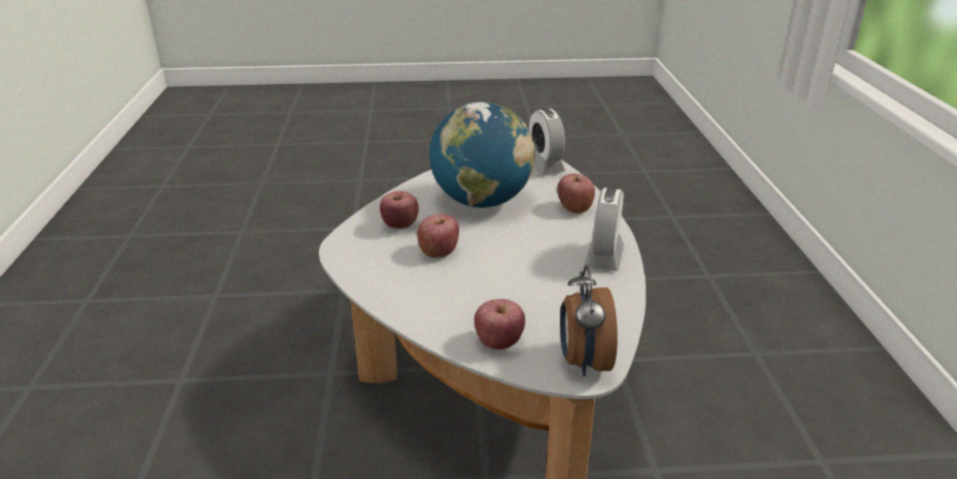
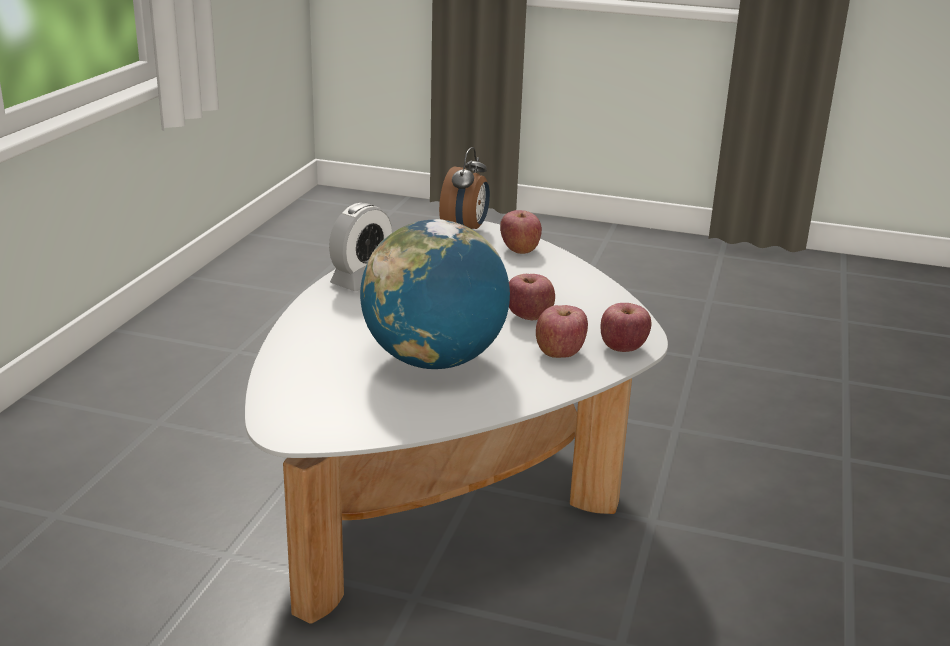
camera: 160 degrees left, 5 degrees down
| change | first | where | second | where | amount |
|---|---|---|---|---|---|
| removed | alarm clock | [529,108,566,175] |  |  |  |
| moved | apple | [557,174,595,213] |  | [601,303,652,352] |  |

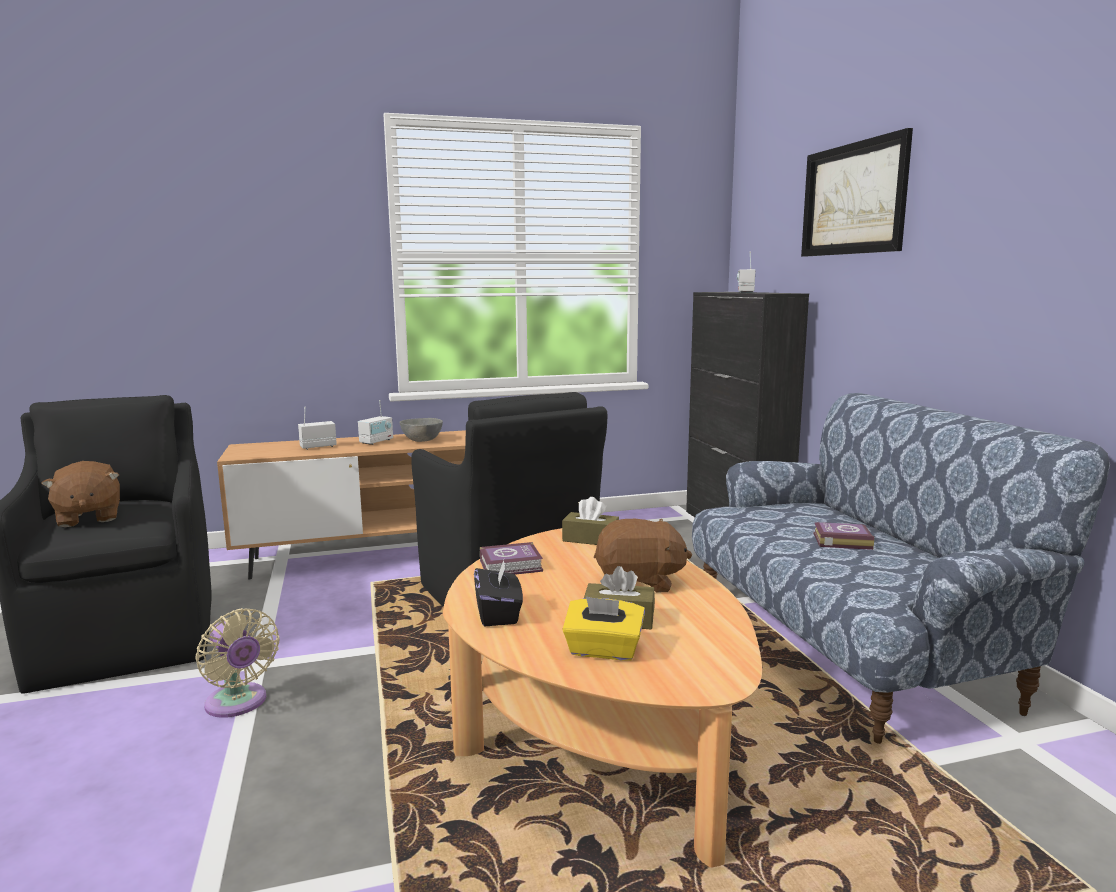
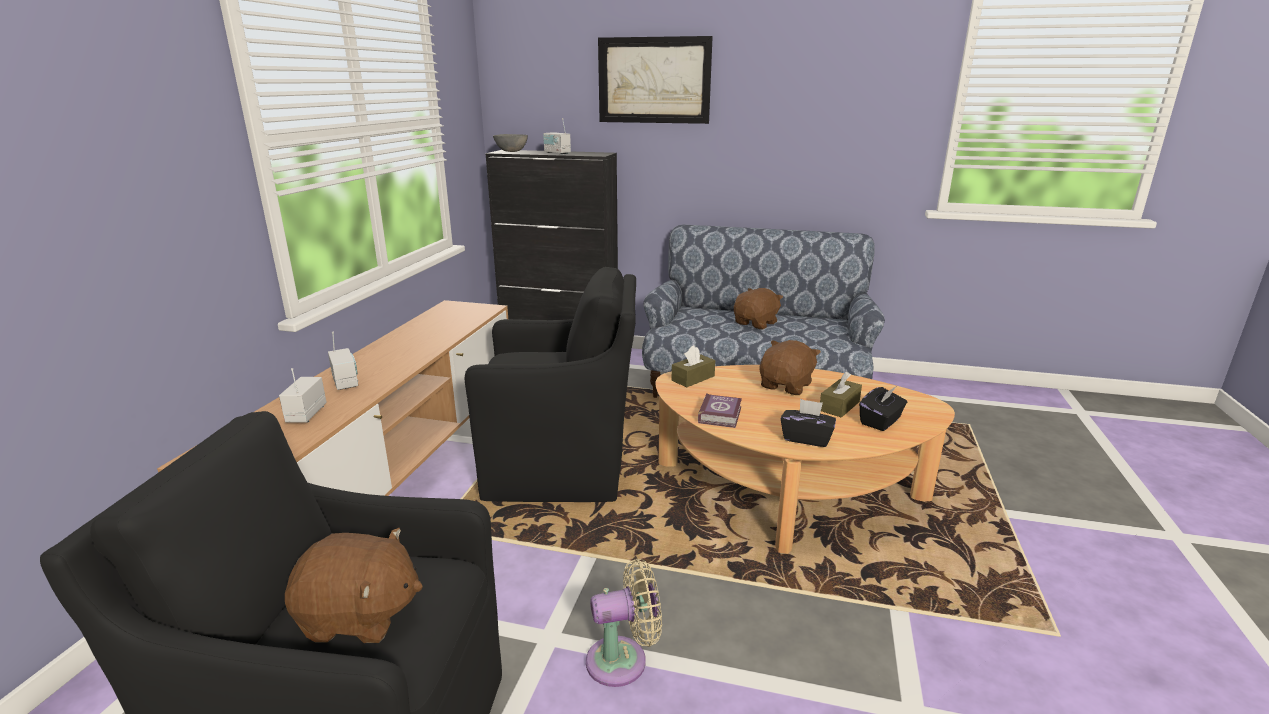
camera: 60 degrees left, 10 degrees up
| change | first | where | second | where | amount |
|---|---|---|---|---|---|
| moved | grey bowl | [400,418,443,442] |  | [493,134,528,152] |  |
| replaced | book | [813,522,874,550] | brown plush toy | [734,288,783,329] |  |
| recoloured | yellow tissue box | [562,596,645,661] | black tissue box | [859,387,907,431] |  |

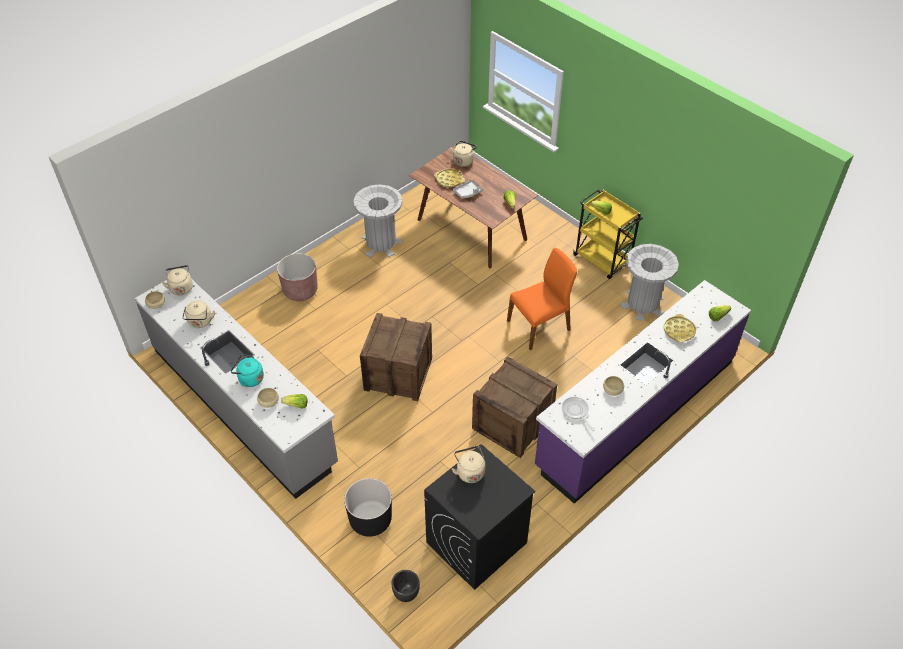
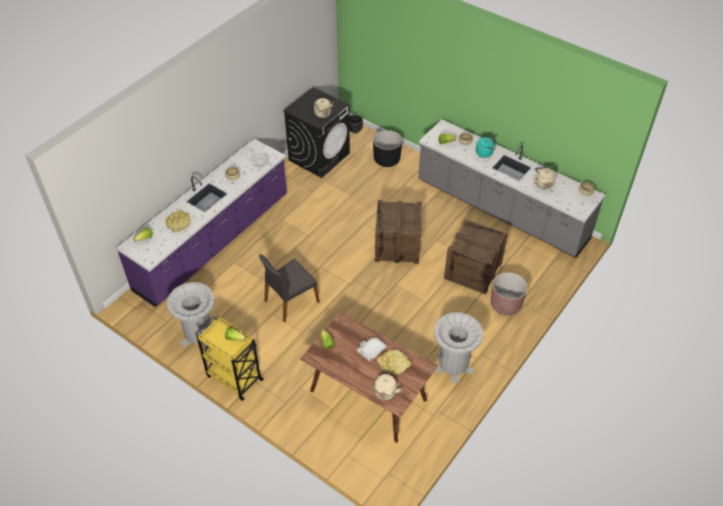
camera: 170 degrees right, 0 degrees up
| change | first | where | second | where | amount |
|---|---|---|---|---|---|
| recoloured | orange chair | [507,248,577,350] | grey chair | [259,254,320,322] |  |
| removed | beige kettle | [161,265,193,295] |  |  |  |
| moved | crate | [472,357,557,458] |  | [444,219,507,294] |  |

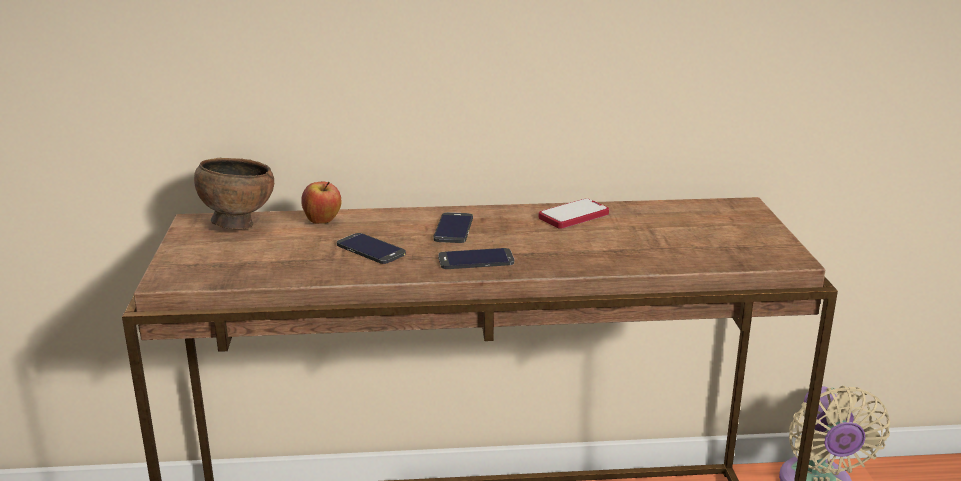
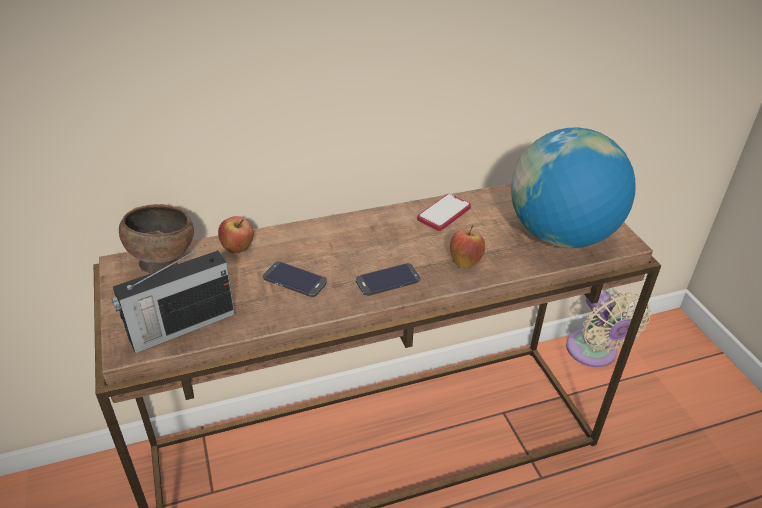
camera: 15 degrees left, 15 degrees up
| change | first | where | second | where | amount |
|---|---|---|---|---|---|
| removed | phone | [433,212,473,243] |  |  |  |
| added |  |  | globe | [511,128,636,248] |  |
| added |  |  | apple | [450,225,485,268] |  |
| added |  |  | radio | [111,245,235,353] |  |

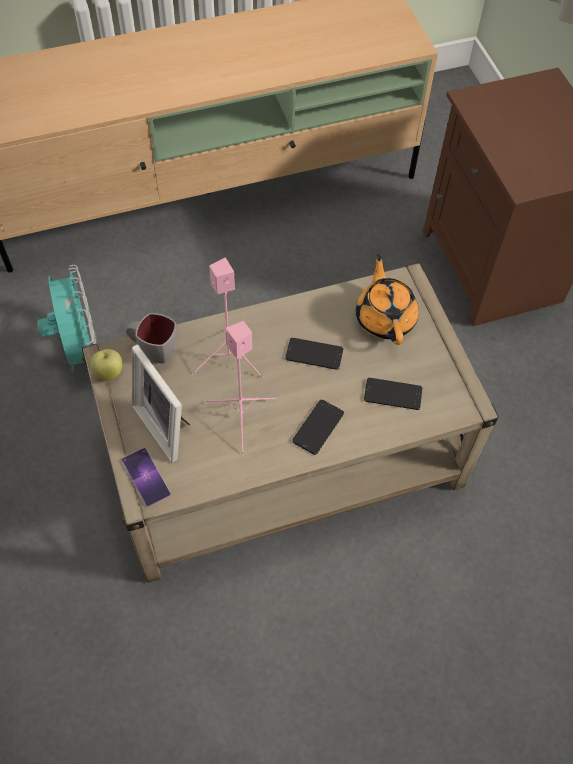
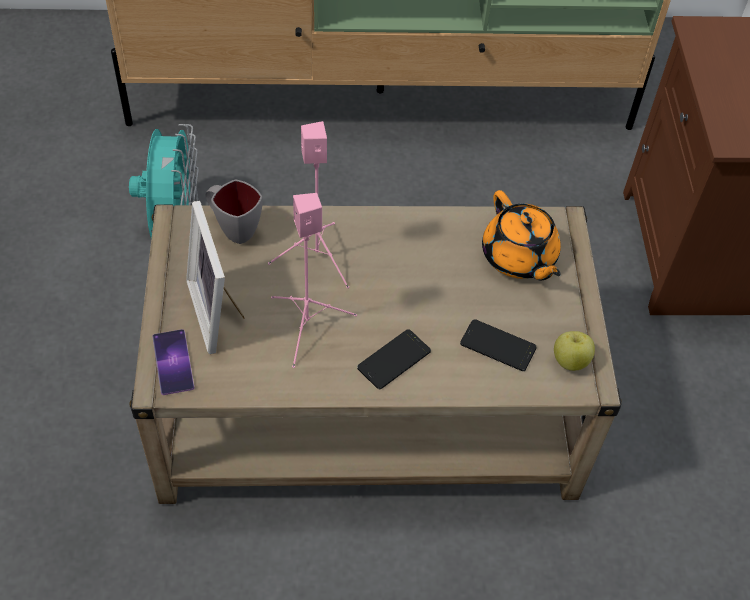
camera: 15 degrees right, 5 degrees down
| change | first | where | second | where | amount |
|---|---|---|---|---|---|
| turned | orange teapot | [356,254,419,345] |  | [482,190,561,280] | 150 degrees clockwise |
| removed | phone | [285,338,343,370] |  |  |  |
| moved | apple | [90,349,123,381] |  | [554,331,595,371] |  |

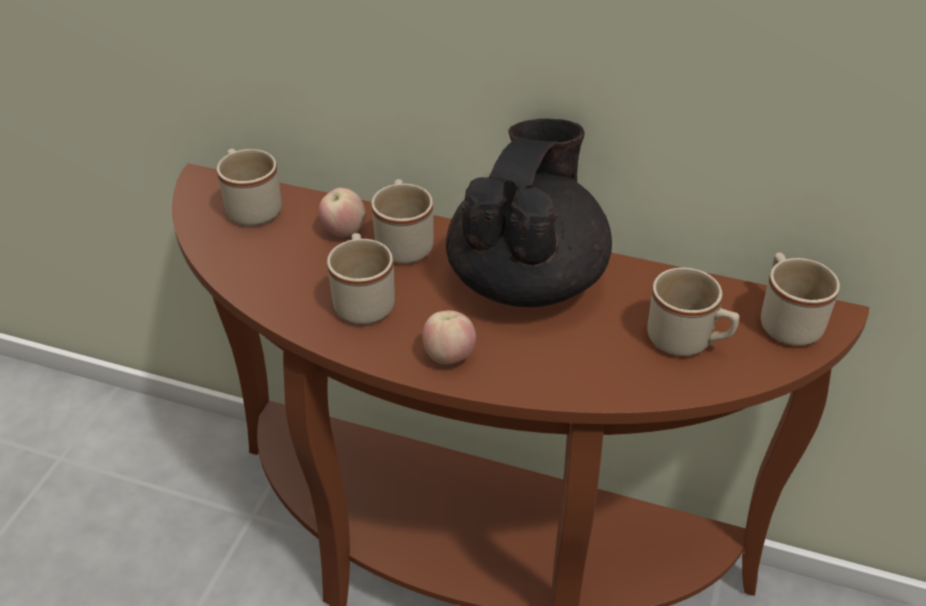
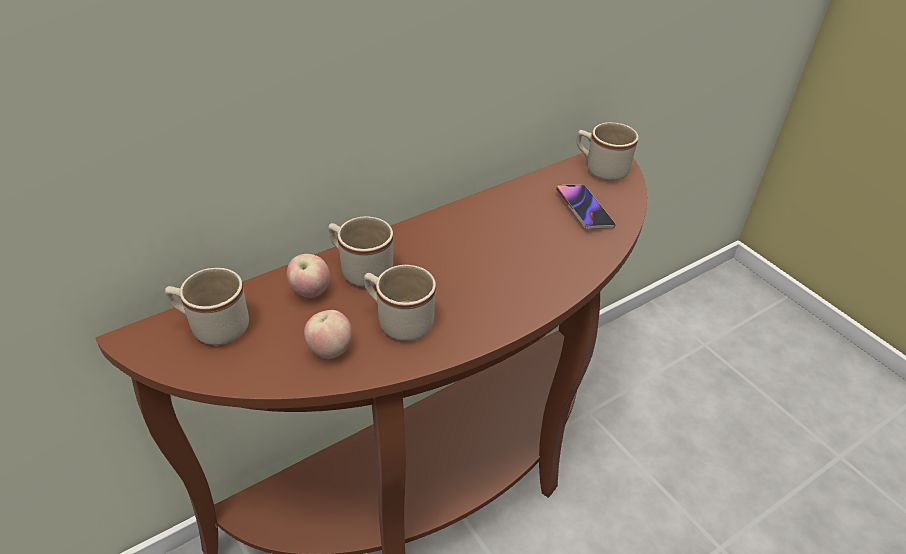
camera: 55 degrees left, 0 degrees up
| change | first | where | second | where | amount |
|---|---|---|---|---|---|
| removed | black teapot | [446,119,612,307] |  |  |  |
| replaced | beige mug | [647,268,739,356] | phone | [556,185,616,229] |  |
| moved | apple | [422,310,476,365] |  | [304,310,352,359] |  |

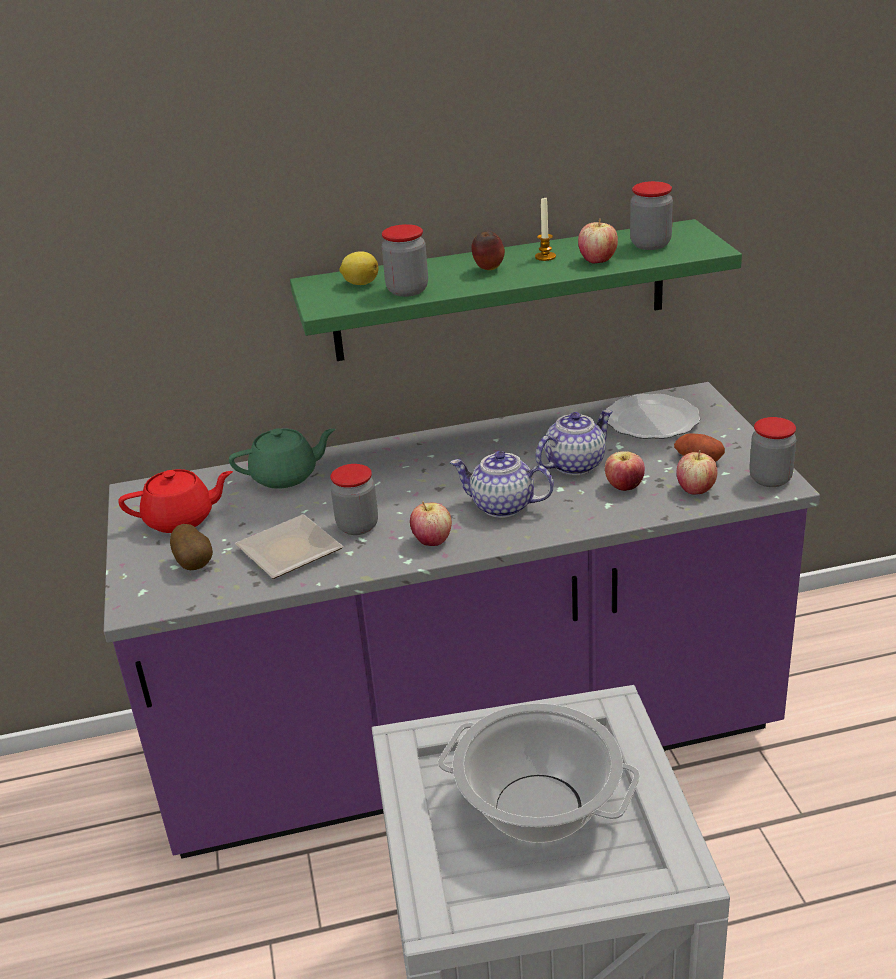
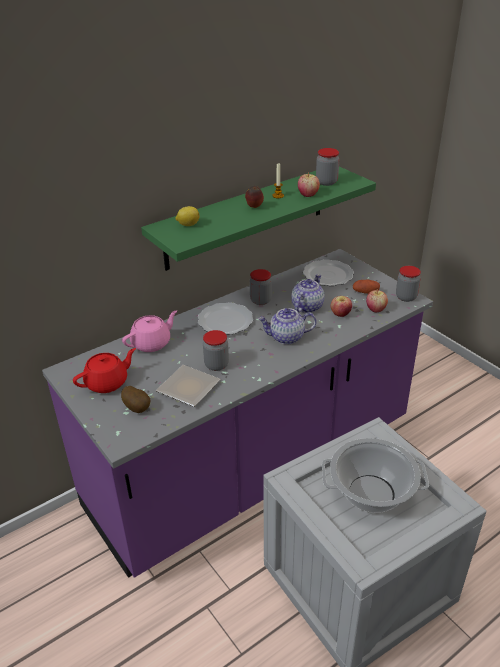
camera: 25 degrees left, 5 degrees up
| change | first | where | second | where | amount |
|---|---|---|---|---|---|
| moved | jar | [381,224,428,297] |  | [250,269,272,305] |  |
| recoloured | green teapot | [229,428,335,489] | pink teapot | [122,310,177,352] |  |
| removed | apple | [410,502,452,546] |  |  |  |
| added |  |  | plate | [198,302,253,335] |  |

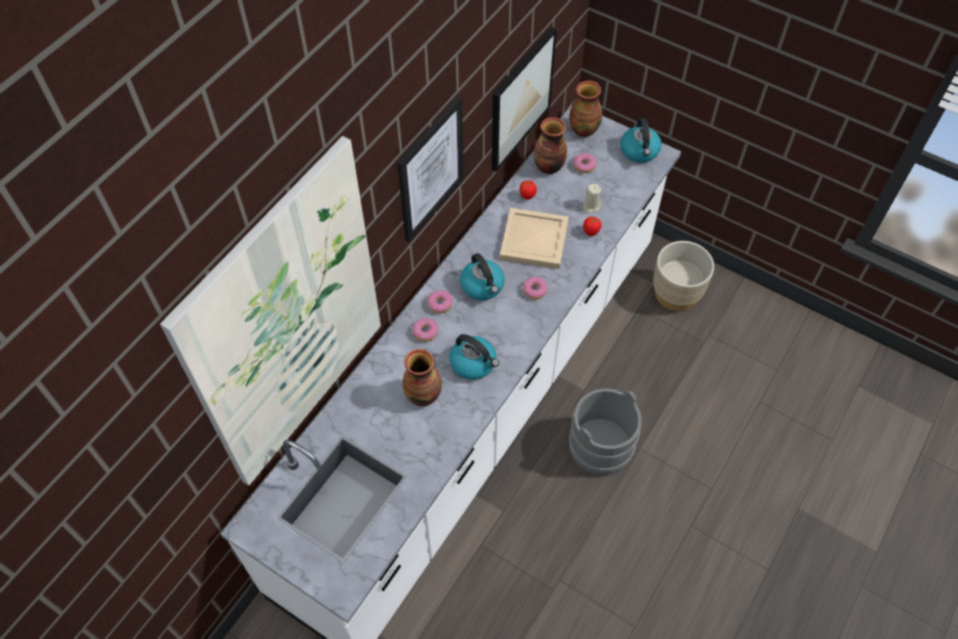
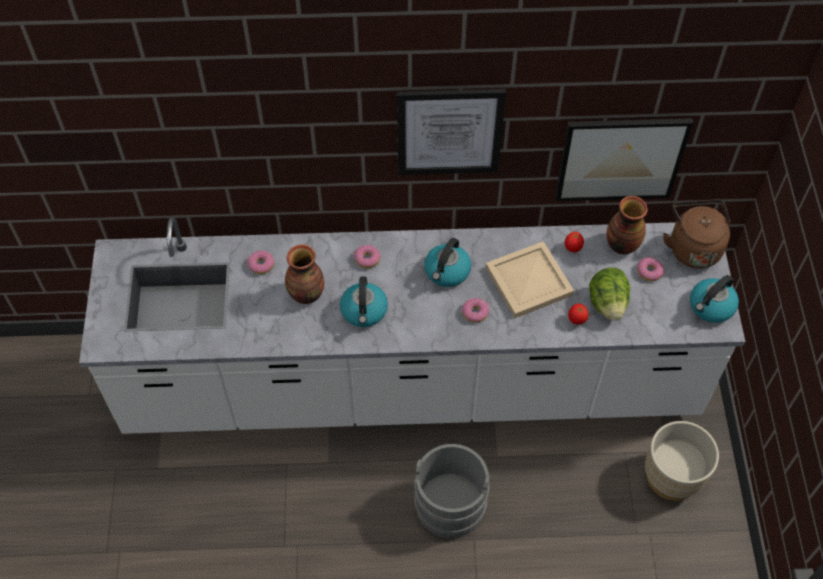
camera: 55 degrees right, 0 degrees up
| change | first | where | second | where | amount |
|---|---|---|---|---|---|
| replaced | vase | [569,81,602,137] | brown kettle | [663,200,730,269] |  |
| removed | picture | [160,136,381,486] |  |  |  |
| replaced | beige candle | [583,184,602,213] | lettuce | [589,268,630,321] |  |
| moved | donut | [427,290,453,313] |  | [247,251,275,274] |  |

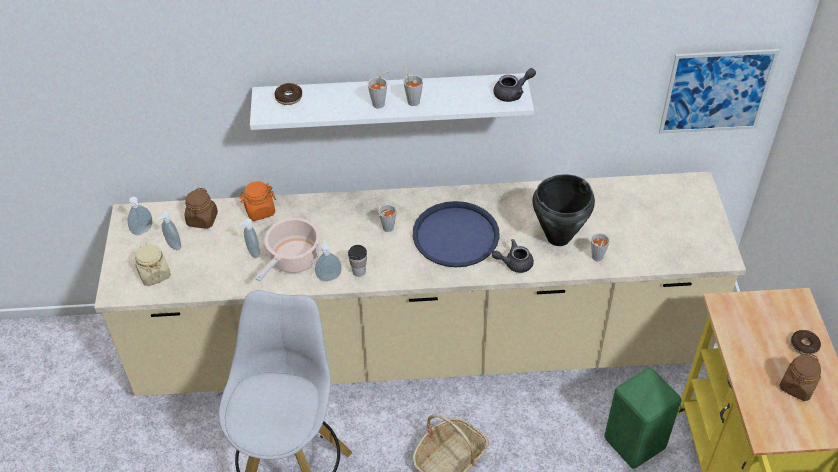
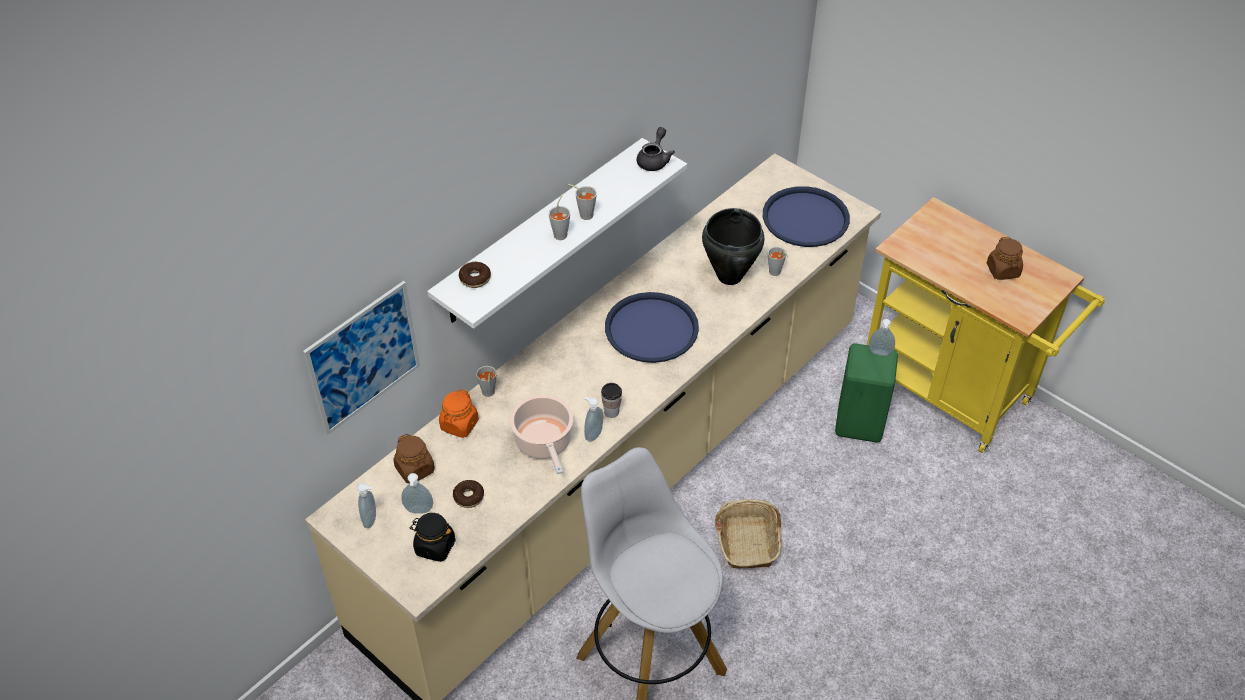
camera: 45 degrees left, 0 degrees up
| change | first | where | second | where | amount |
|---|---|---|---|---|---|
| moved | picture | [659,49,780,134] |  | [303,281,420,435] |  |
| moved | grey cup | [378,204,396,232] |  | [476,366,497,397] |  |
| moved | soap dispenser | [239,218,260,258] |  | [869,319,895,356] |  |
| removed | grey teapot | [492,239,534,273] |  |  |  |
| recoloured | beige jar | [135,243,171,286] | black jar | [410,513,456,562] |  |
| moved | donut | [791,330,821,355] |  | [453,480,484,508] |  |
| added |  |  | blue tray | [763,186,850,247] |  |

